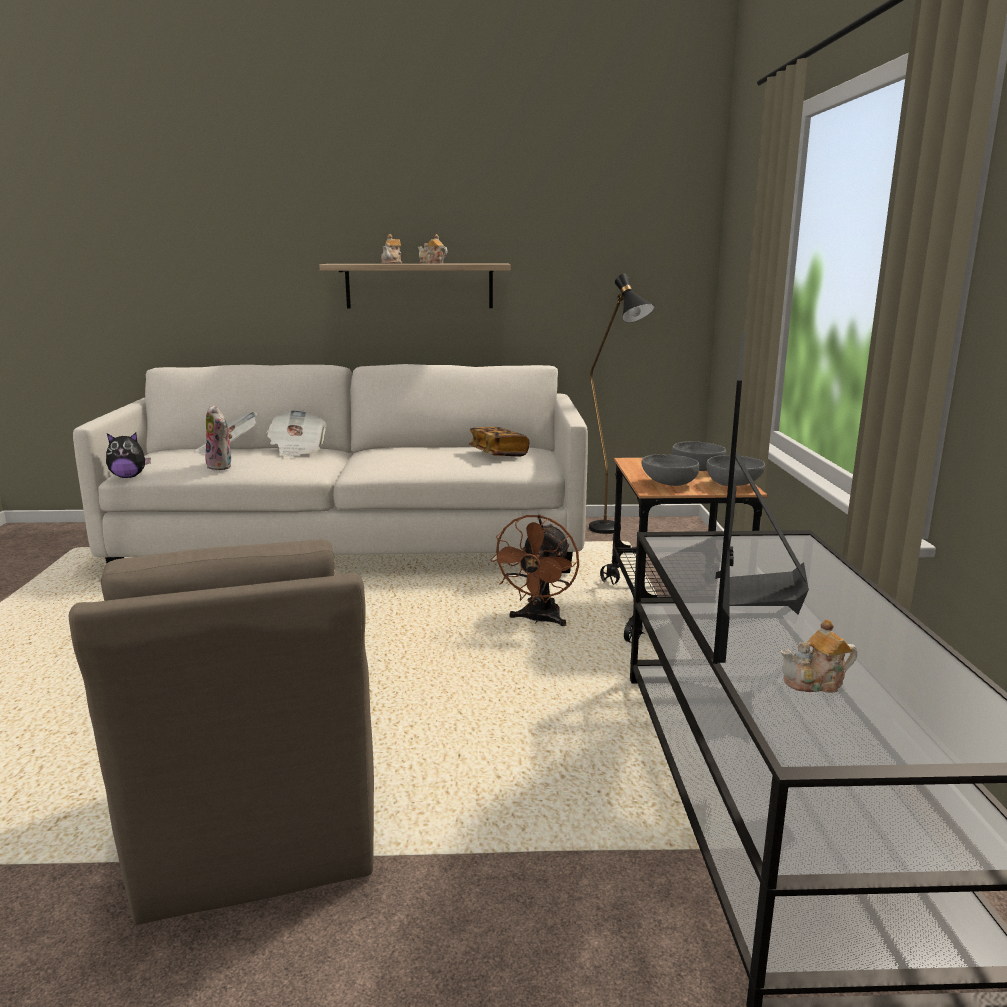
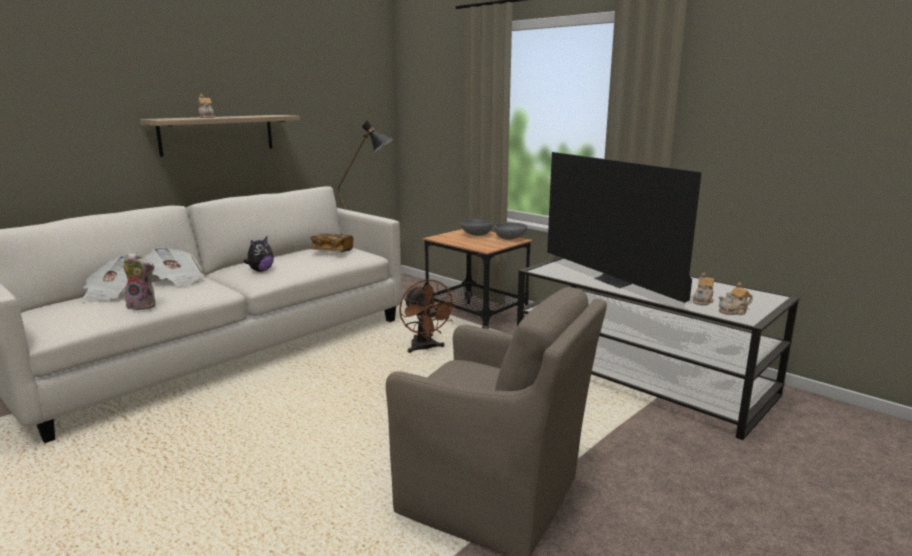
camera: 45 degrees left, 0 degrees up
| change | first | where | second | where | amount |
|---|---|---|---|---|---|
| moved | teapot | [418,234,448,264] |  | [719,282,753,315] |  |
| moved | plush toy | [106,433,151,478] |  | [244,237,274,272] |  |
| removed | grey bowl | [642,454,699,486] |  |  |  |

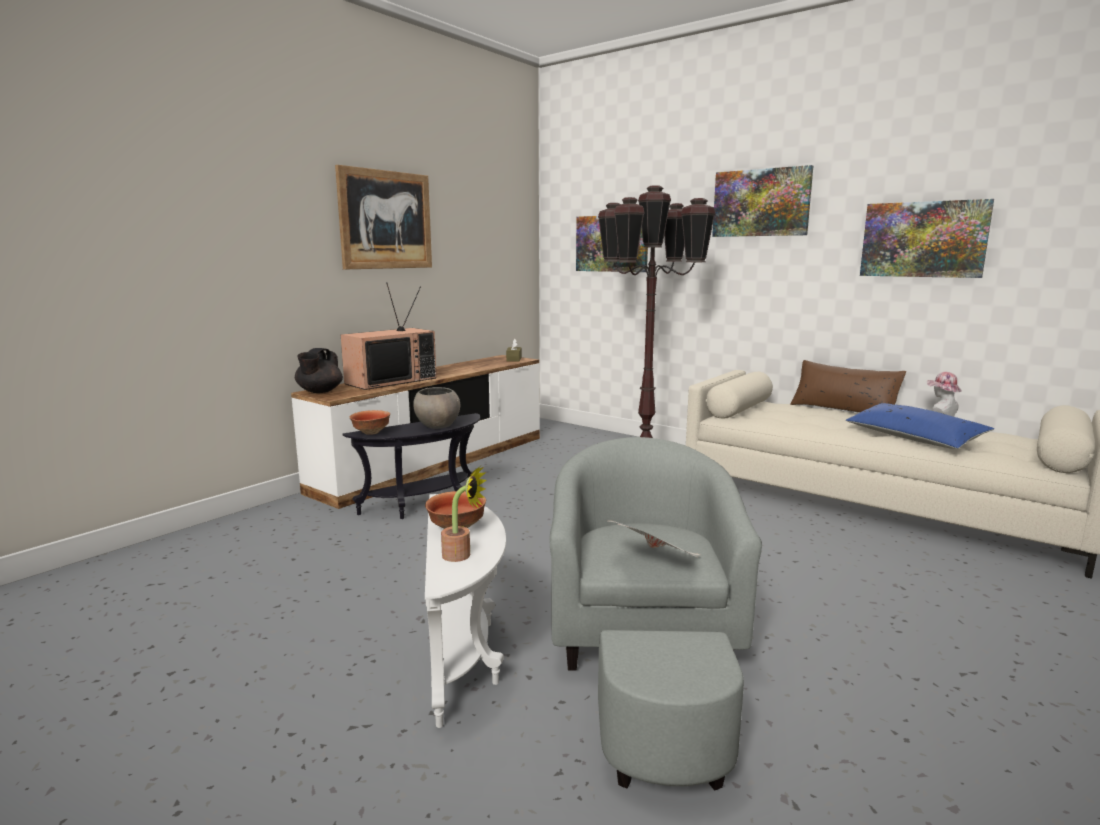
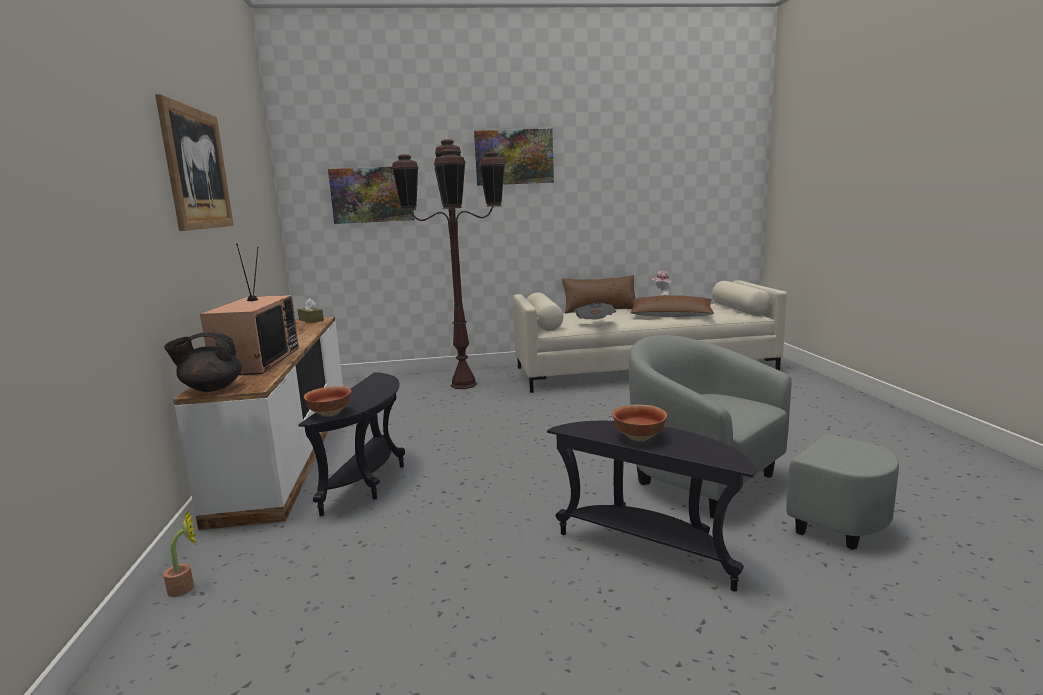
camera: 45 degrees left, 0 degrees up
| change | first | where | second | where | amount |
|---|---|---|---|---|---|
| removed | picture | [860,199,994,278] |  |  |  |
| turned | black teapot | [295,348,343,393] |  | [164,332,242,392] | 105 degrees clockwise |
| removed | grey bowl | [413,387,460,429] |  |  |  |
| recoloured | blue pillow | [846,403,994,449] | brown pillow | [631,295,714,317] |  |
| moved | potted plant | [441,466,487,562] |  | [163,509,198,597] |  |
| recoloured | white side table | [425,494,506,728] | black side table | [547,421,756,591] |  |
| moved | newspaper | [608,520,700,557] |  | [575,303,616,319] |  |

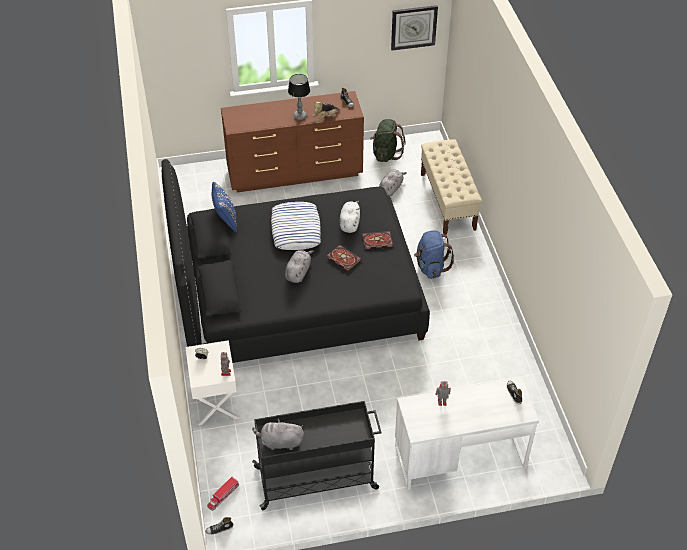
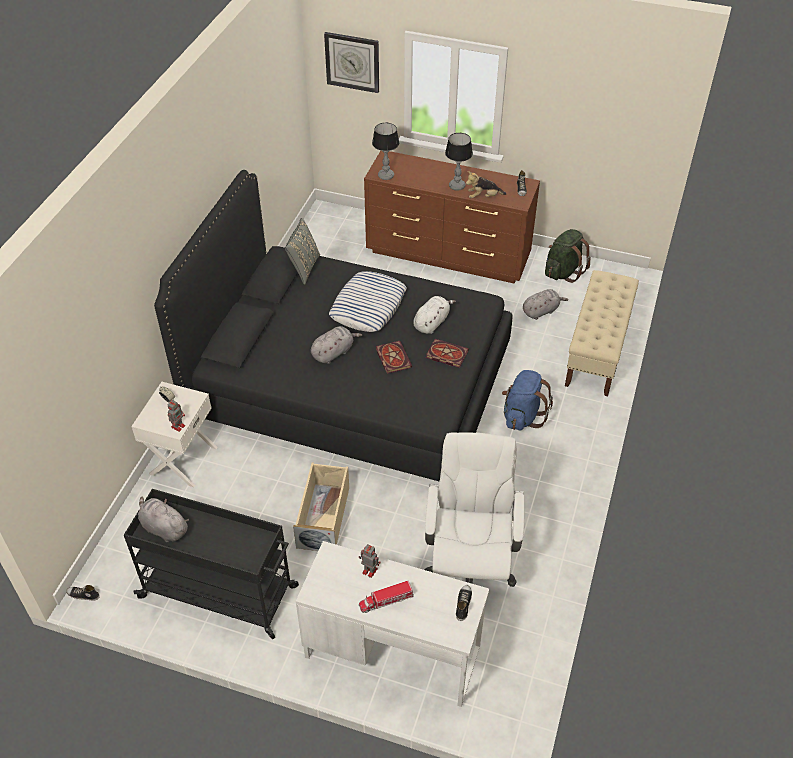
camera: 30 degrees right, 0 degrees up
| change | first | where | second | where | amount |
|---|---|---|---|---|---|
| moved | wall clock | [391,5,438,50] |  | [324,32,379,93] |  |
| recoloured | blue pillow | [212,182,237,233] | grey pillow | [285,218,320,285] |  |
| moved | toy truck | [207,477,239,511] |  | [359,581,414,613] |  |
| added |  |  | table lamp | [372,123,399,180] |  |
| added |  |  | white office chair | [425,433,524,587] |  |
| added |  |  | beige storage box | [293,462,349,551] |  |

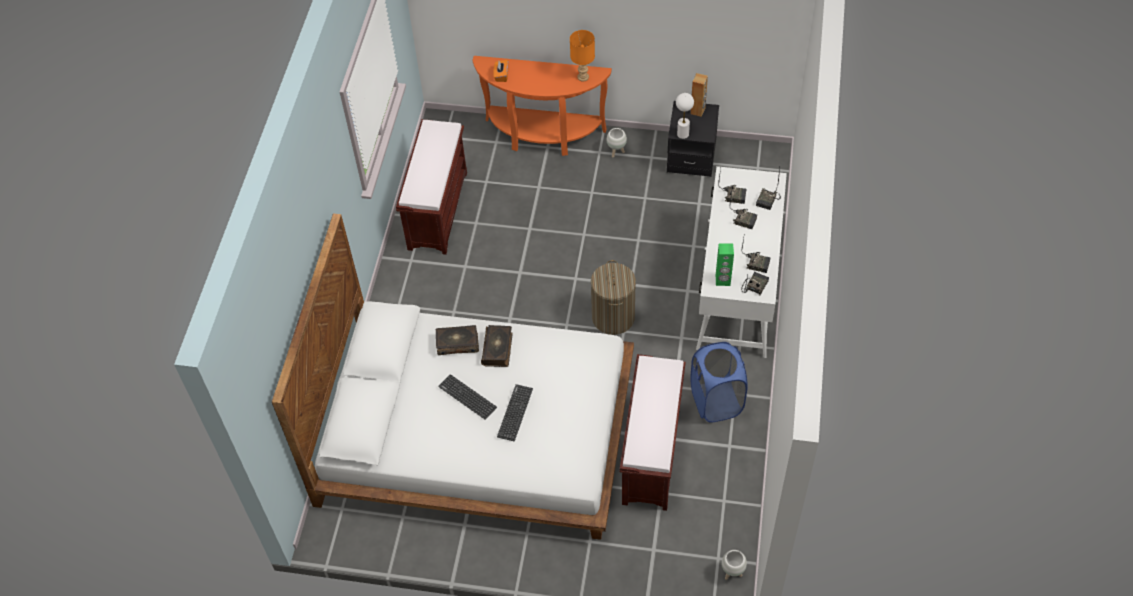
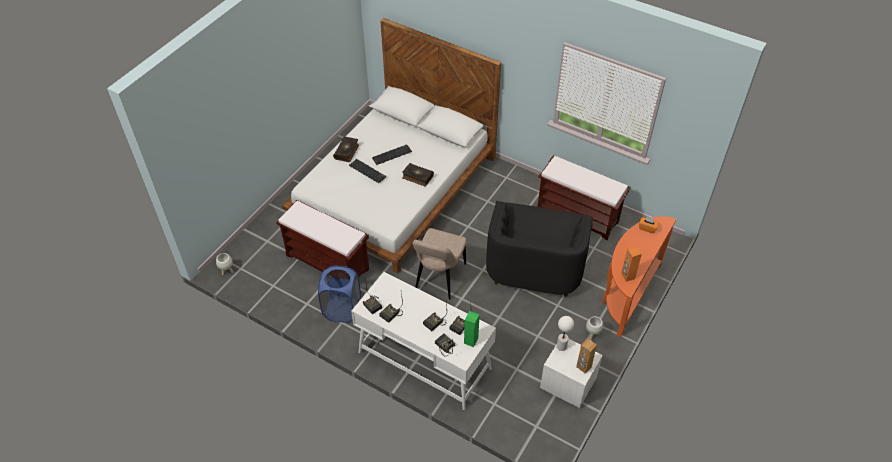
camera: 110 degrees right, 5 degrees down
| change | first | where | second | where | amount |
|---|---|---|---|---|---|
| replaced | orange table lamp | [570,30,595,81] | orange speaker | [621,246,642,282] |  |
| recoloured | black nightstand | [667,101,719,177] | white nightstand | [540,339,603,408] |  |
| moved | green speaker | [716,243,734,286] |  | [464,311,480,347] |  |
| replaced | laundry basket | [591,260,636,335] | beige chair | [413,228,466,300] |  |
| moved | book | [436,325,479,355] |  | [333,137,359,162] |  |
| added |  |  | black armchair | [486,201,593,297] |  |

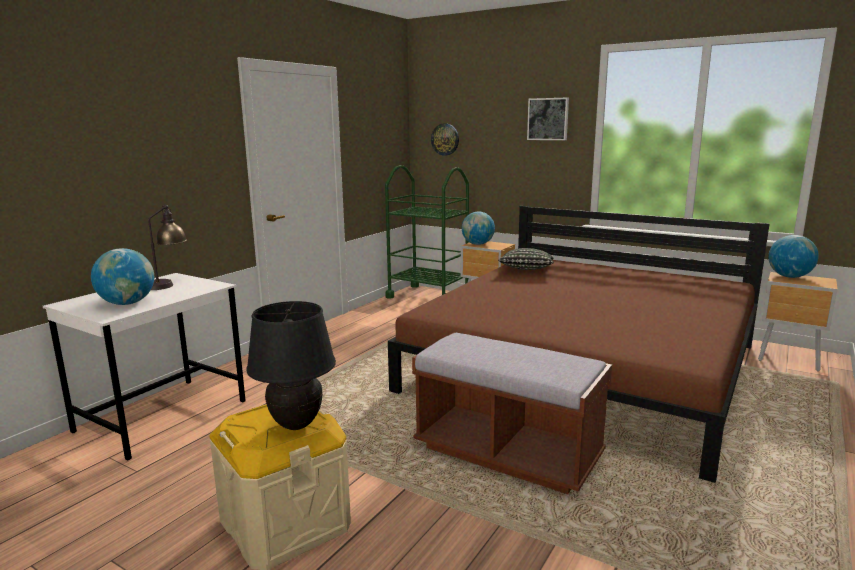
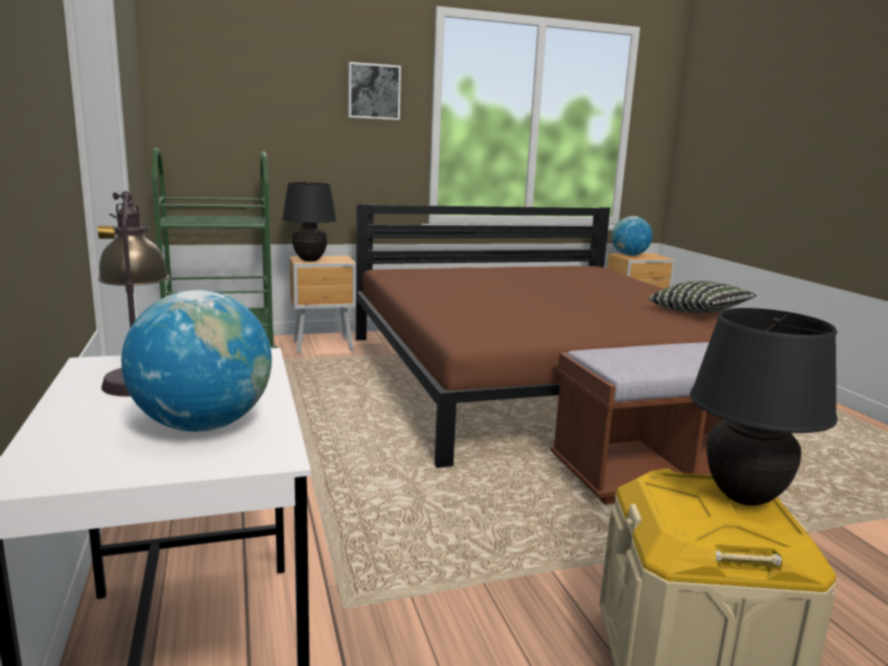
camera: 50 degrees left, 0 degrees up
| change | first | where | second | where | amount |
|---|---|---|---|---|---|
| removed | wall clock | [431,123,459,156] |  |  |  |
| replaced | globe | [462,211,495,245] | black table lamp | [282,182,337,262] |  |
| moved | pillow | [498,248,554,270] |  | [649,281,757,313] |  |

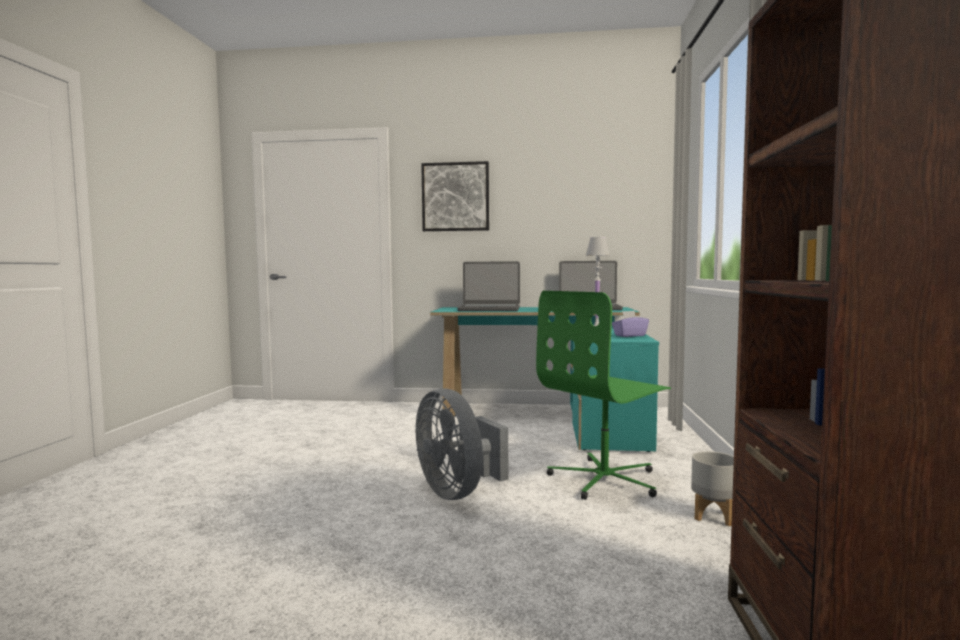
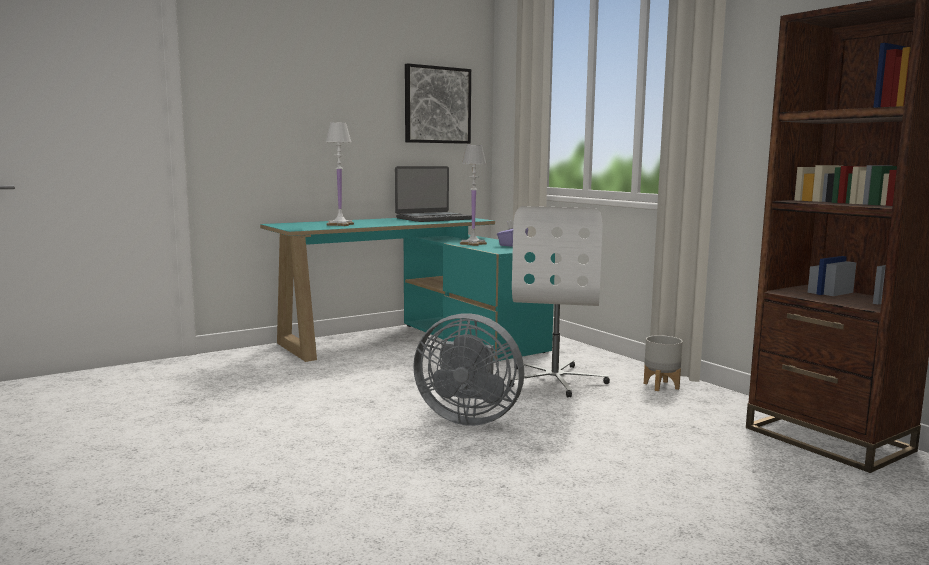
camera: 40 degrees left, 5 degrees up
| change | first | where | second | where | amount |
|---|---|---|---|---|---|
| moved | picture | [421,161,489,231] |  | [405,63,471,144] |  |
| replaced | laptop | [457,261,520,311] | white table lamp | [326,122,354,226] |  |
| recoloured | green office chair | [536,291,671,500] | white office chair | [507,206,610,397] |  |

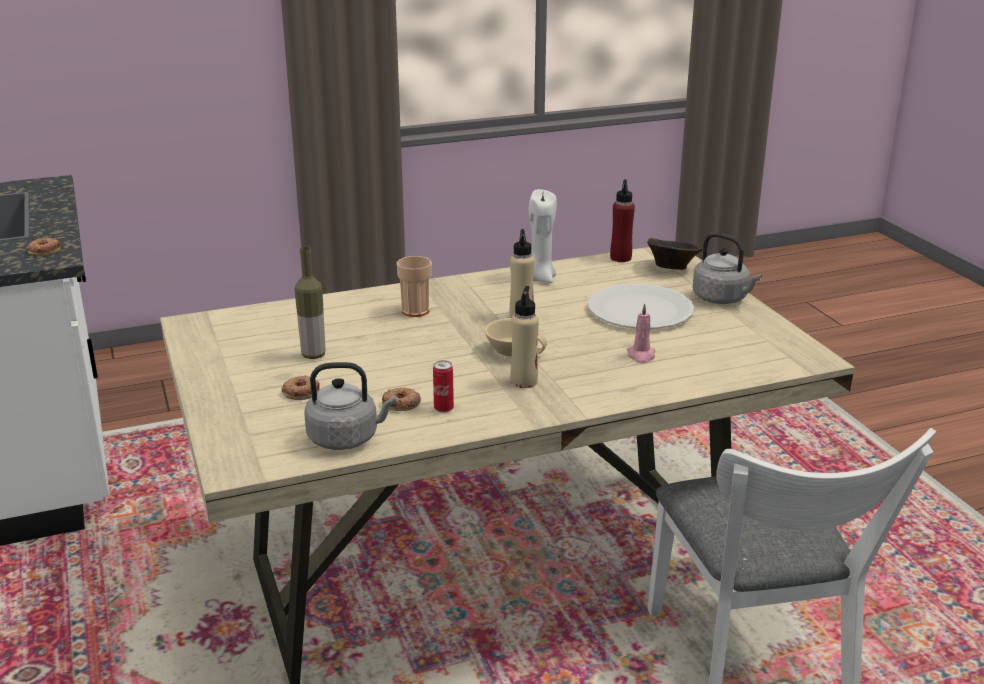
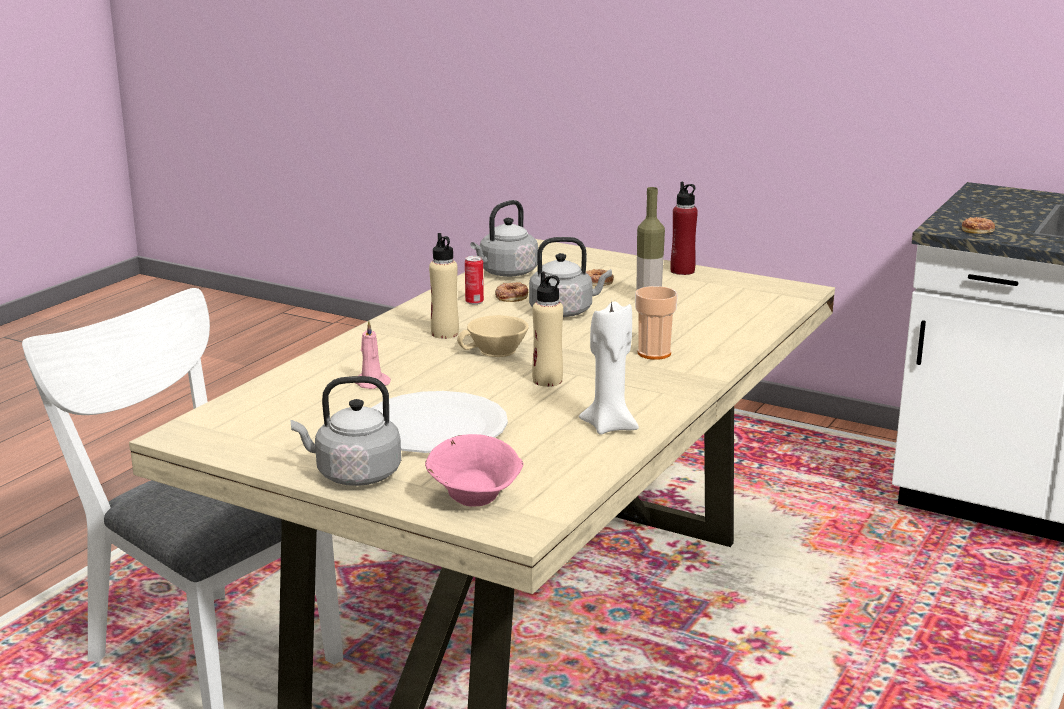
camera: 140 degrees right, 5 degrees down
| change | first | where | second | where | amount |
|---|---|---|---|---|---|
| moved | red bottle | [610,180,635,262] |  | [670,182,698,275] |  |
| recoloured | brown bowl | [647,238,702,270] | pink bowl | [425,434,524,507] |  |
| added |  |  | grey kettle | [529,237,612,317] |  |

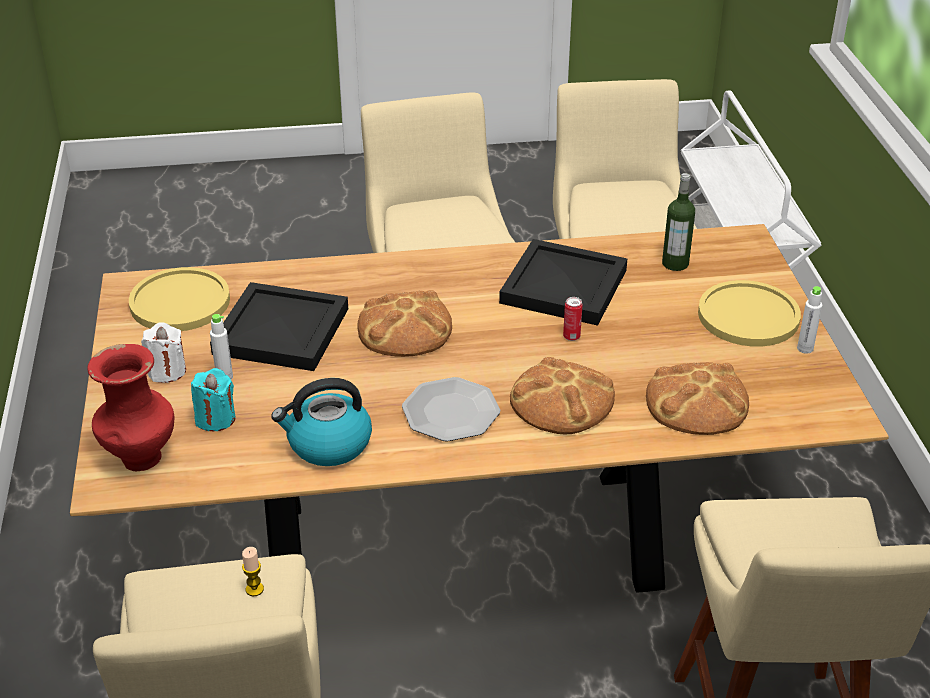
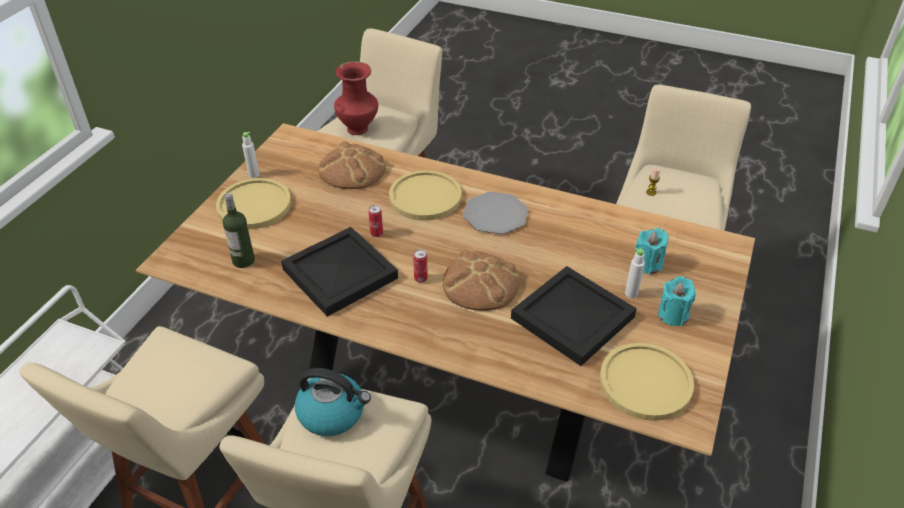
camera: 150 degrees left, 5 degrees up
| change | first | where | second | where | amount |
|---|---|---|---|---|---|
| recoloured | white candle | [141,322,186,383] | turquoise candle | [658,276,696,326] |  |
| moved | red vase | [87,344,175,471] |  | [334,61,378,135] |  |
| replaced | bread | [510,357,615,434] | yellow plate | [389,170,461,221] |  |
| moved | kettle | [271,378,372,466] |  | [295,368,371,436] |  |
| added |  |  | can | [413,249,428,283] |  |

